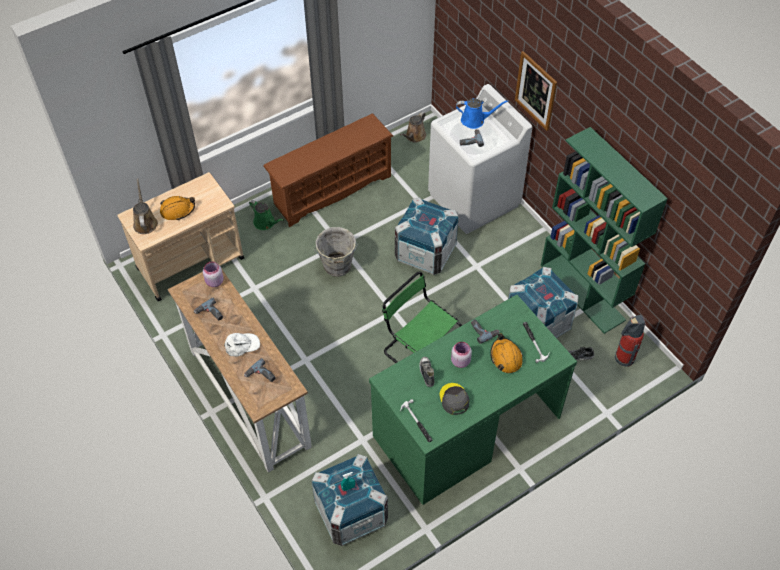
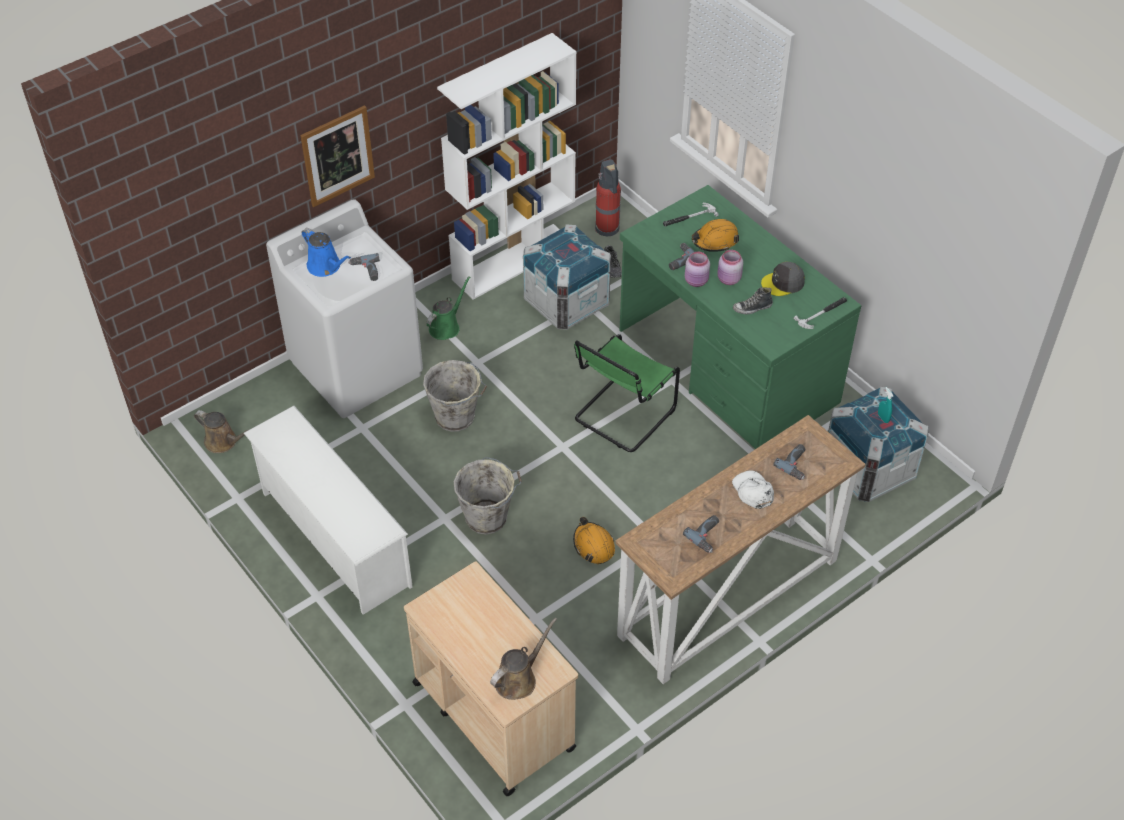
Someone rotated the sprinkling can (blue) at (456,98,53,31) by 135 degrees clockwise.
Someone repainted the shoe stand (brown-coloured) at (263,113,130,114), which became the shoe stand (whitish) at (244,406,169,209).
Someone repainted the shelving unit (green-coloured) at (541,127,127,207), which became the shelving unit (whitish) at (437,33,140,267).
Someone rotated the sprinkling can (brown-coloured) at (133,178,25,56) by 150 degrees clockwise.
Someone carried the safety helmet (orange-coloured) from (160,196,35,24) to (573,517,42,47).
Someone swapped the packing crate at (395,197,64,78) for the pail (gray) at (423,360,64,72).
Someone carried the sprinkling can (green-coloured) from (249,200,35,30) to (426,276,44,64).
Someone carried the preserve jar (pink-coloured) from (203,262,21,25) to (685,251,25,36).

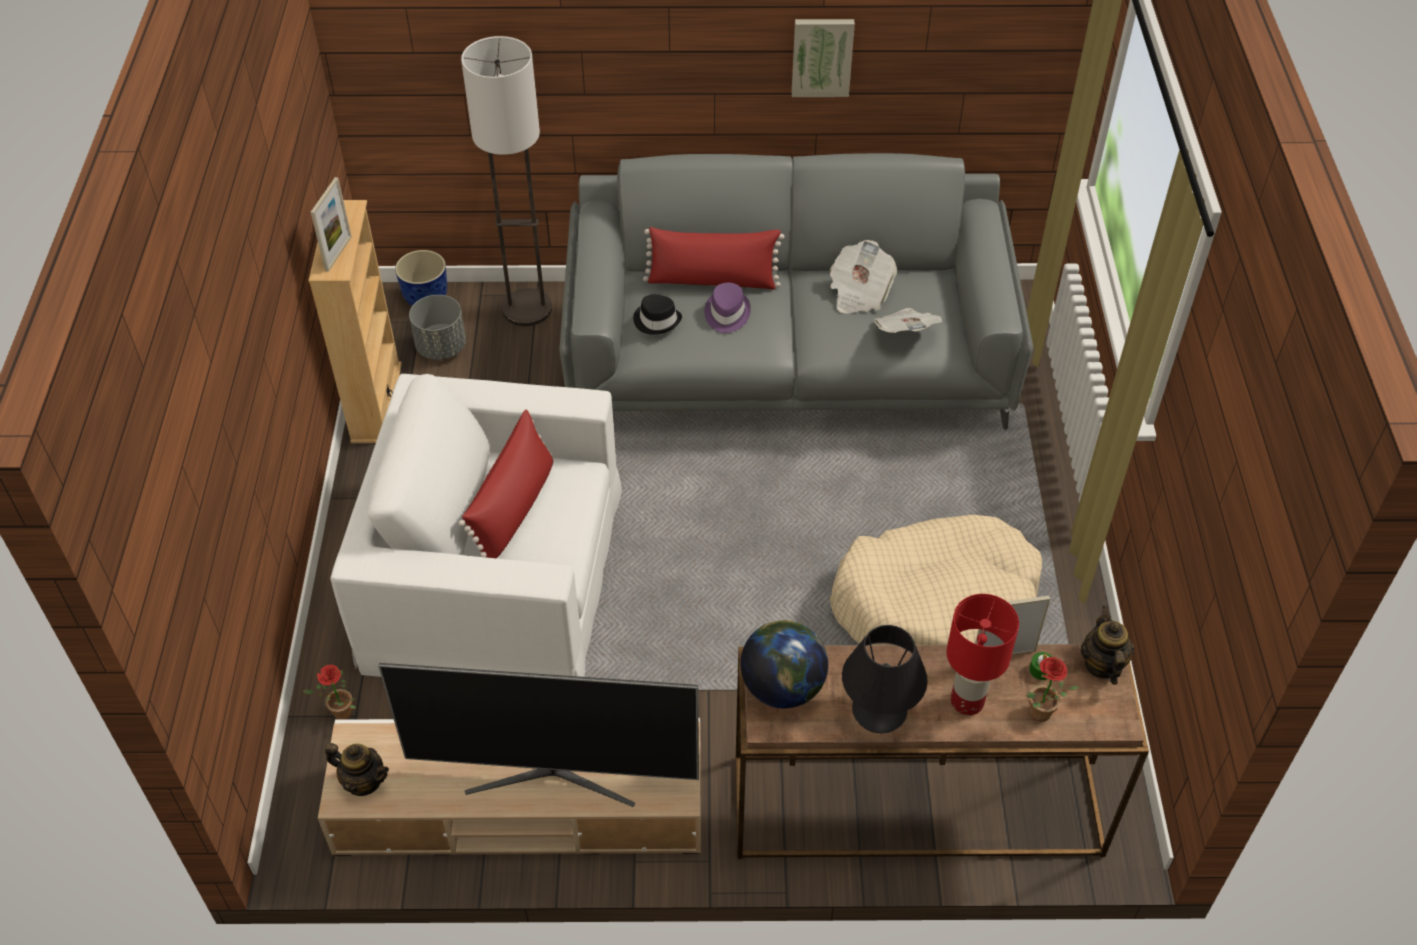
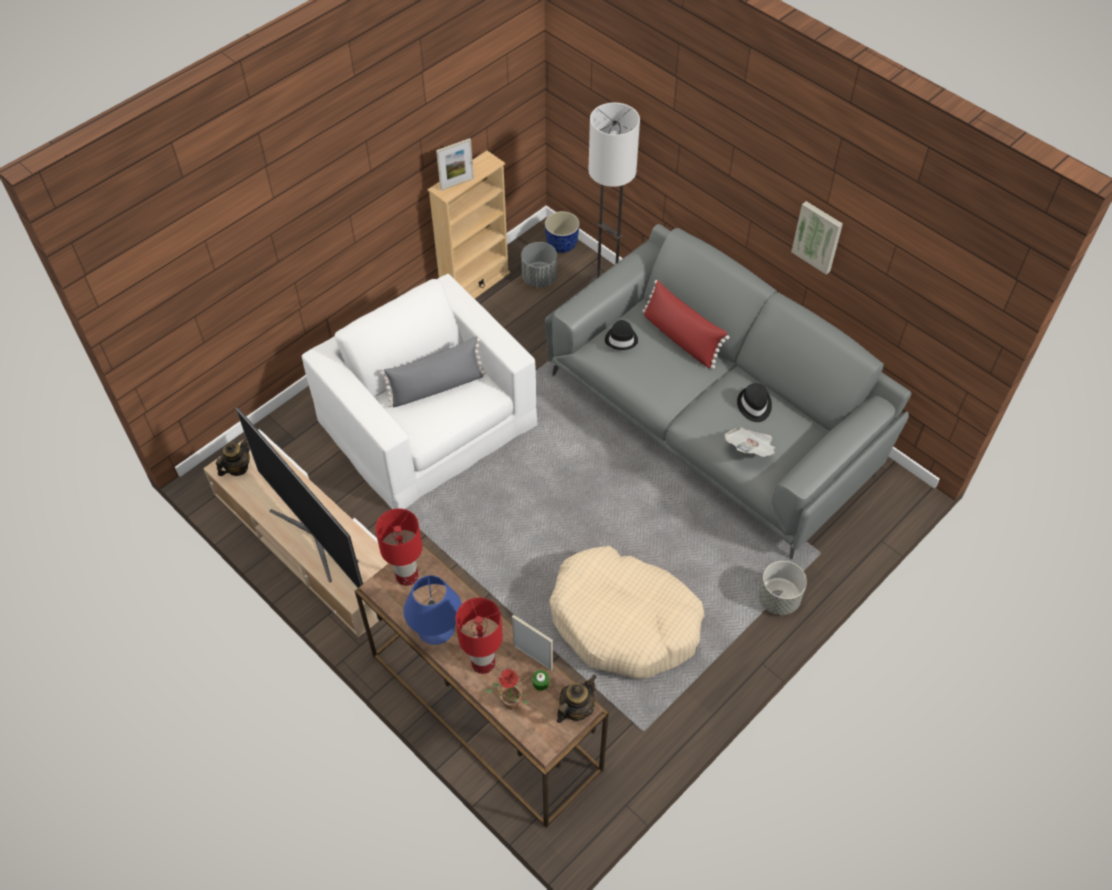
Someone swapped the newspaper at (829,240,68,73) for the wearable hat (black-coloured) at (737,383,35,39).
Someone took away the wearable hat (purple) at (705,283,46,50).
Someone repainted the pillow (reddish) at (459,410,94,148), which became the pillow (gray) at (381,336,105,71).
Someone swapped the globe at (740,620,88,88) for the table lamp (reddish) at (375,508,47,78).
Someone repainted the table lamp (black-coloured) at (842,625,86,108), which became the table lamp (blue) at (404,575,58,70).
Someone took away the potted plant at (302,665,54,55).
Someone rotated the tea pot at (325,743,64,53) by 120 degrees counterclockwise.
Someone put down the planter (gray) at (758,561,49,54).

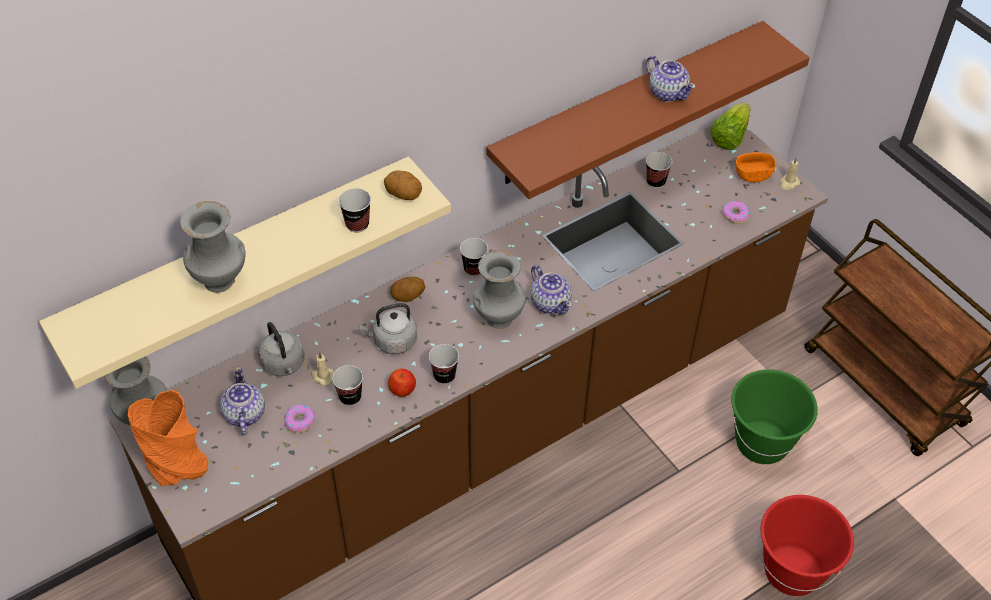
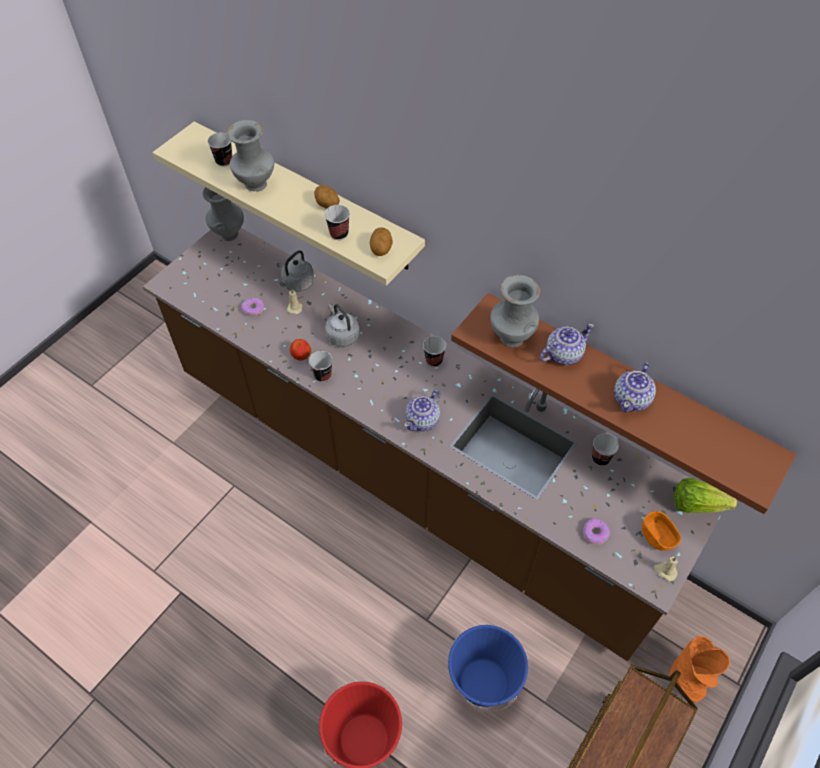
Someone carried the vase (gray) from (473,251,53,78) to (490,275,50,72).
Someone carried the potato from (390,277,35,25) to (314,185,26,23).
Someone carried the cup from (332,365,31,41) to (207,133,25,34).
Someone carried the tea pot from (220,367,45,68) to (540,324,54,41).
Someone repainted the pail (green-coloured) at (731,369,87,95), which became the pail (blue) at (448,625,80,87).
Someone carried the vase (orange-coloured) from (128,390,80,96) to (669,635,61,67).

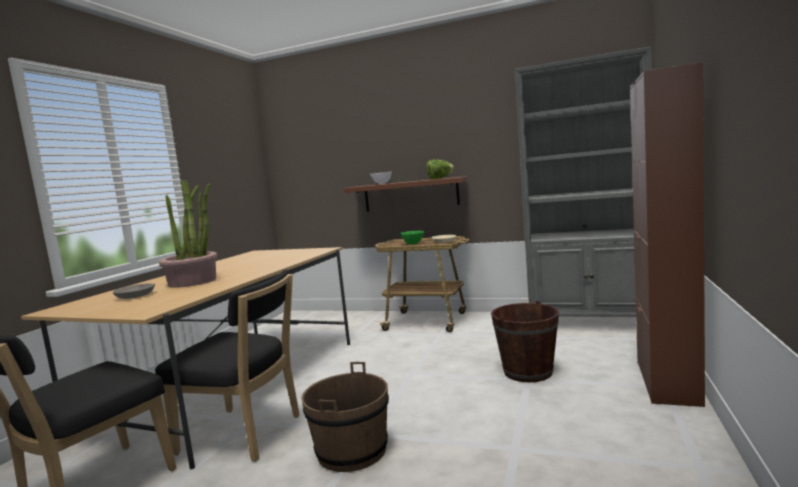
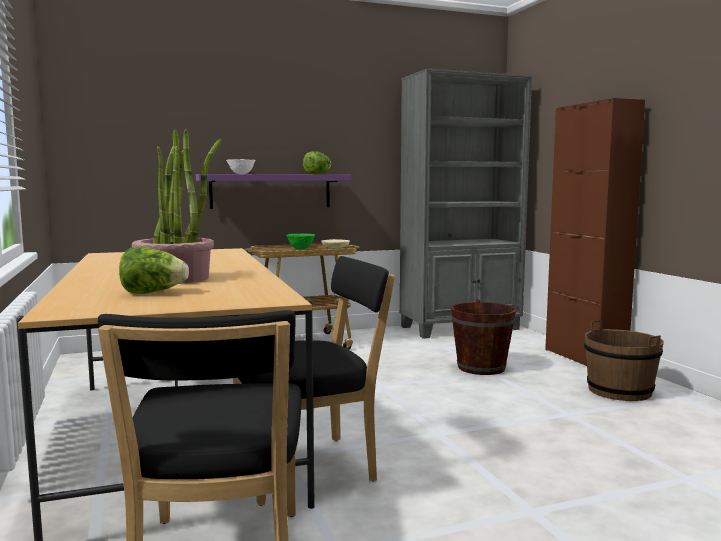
Someone repainted the shelf (brown-coloured) at (344,176,124,36), which became the shelf (purple) at (196,174,155,35).
Someone swapped the bowl (gray) at (113,283,42,16) for the lettuce head at (119,247,70,47).
Someone carried the pail (brown-coloured) from (301,362,88,110) to (584,320,80,81).

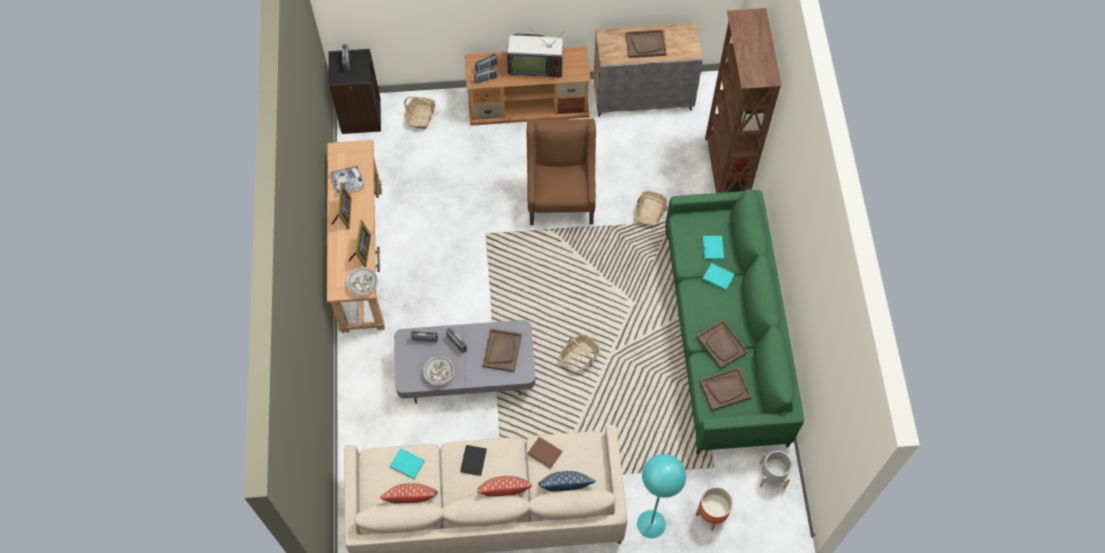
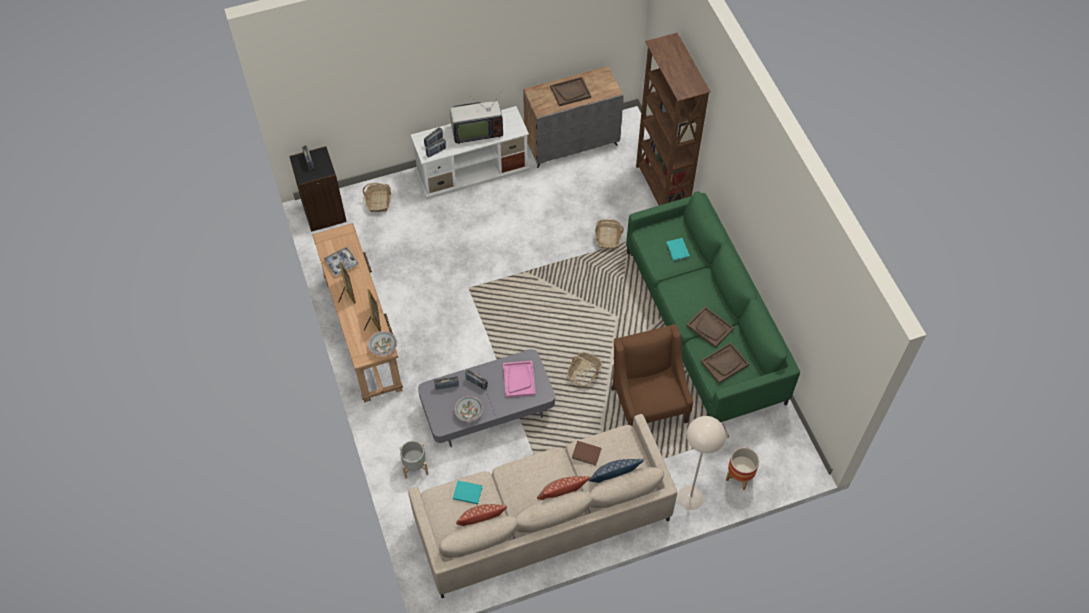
Someone repainted the tv unit (brown-coloured) at (465,46,126,80), which became the tv unit (whitish) at (411,106,119,94).
Someone carried the lounge chair (brown-coloured) from (527,119,69,106) to (611,324,82,103).
Someone took away the book (blue-green) at (703,263,32,28).
Someone repainted the serving tray (brown-coloured) at (482,329,40,43), which became the serving tray (pink-coloured) at (503,361,33,37).
Someone took away the book (black-coloured) at (460,445,27,31).
Someone carried the planter (gray) from (759,451,33,38) to (399,441,29,38).
Someone repainted the standing lamp (blue-green) at (637,454,49,85), which became the standing lamp (sand-coloured) at (677,416,49,94).

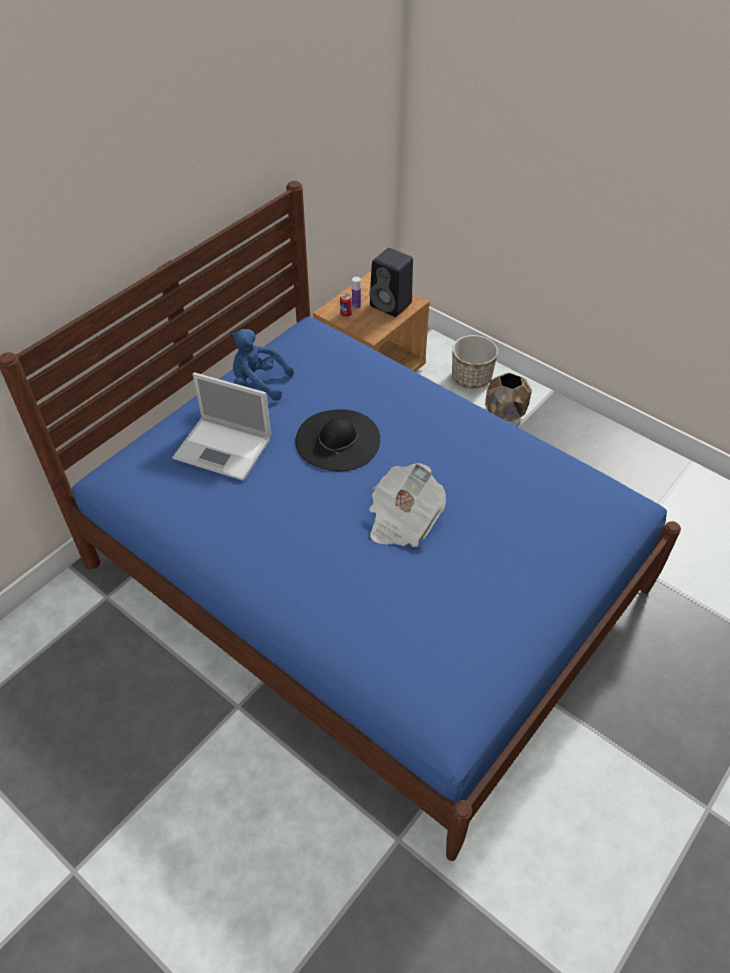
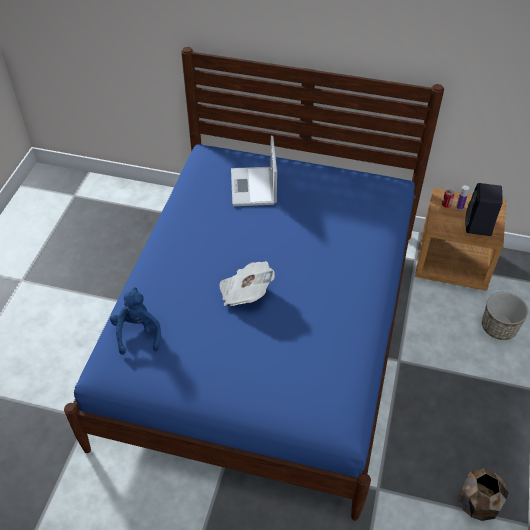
Someone carried the cuddly toy (blue) from (232,329,62,72) to (110,287,51,68).
Someone carried the planter (brown-coloured) from (485,373,47,49) to (458,469,50,52).
Someone took away the wearable hat (black-coloured) at (295,409,85,62).

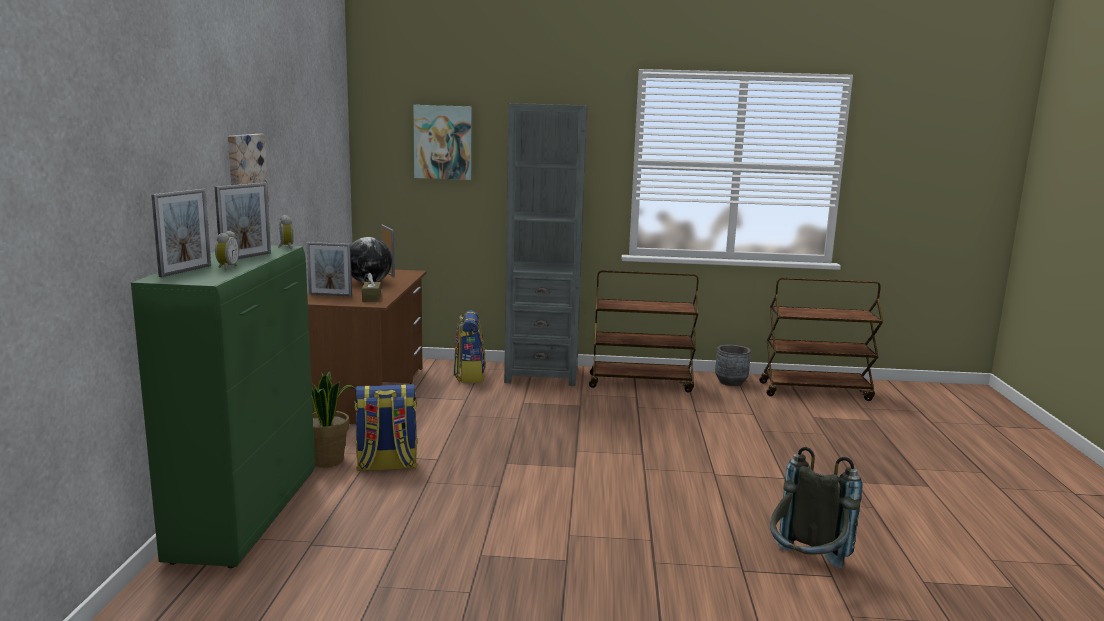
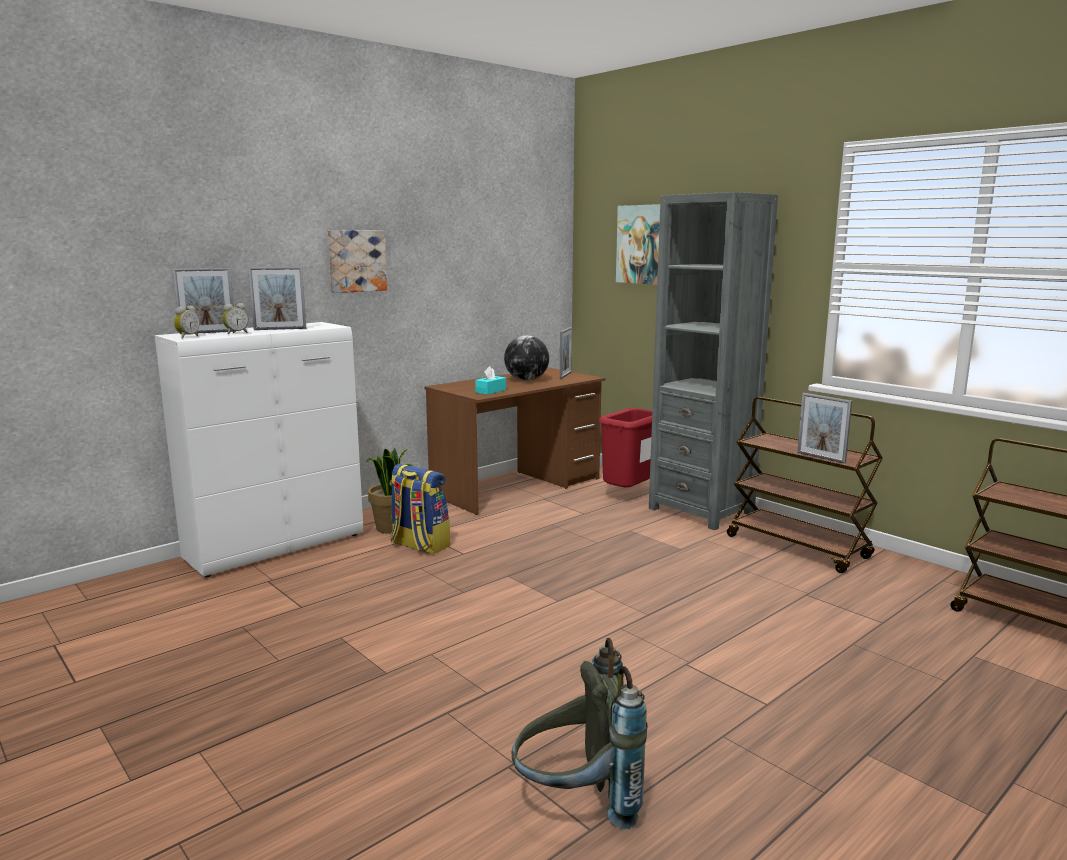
Someone carried the bedside clock from (278,215,15,34) to (174,305,26,34).
Someone carried the picture frame from (307,242,45,55) to (797,393,55,71).
Someone repainted the storage cabinet (green-coloured) at (131,245,184,323), which became the storage cabinet (whitish) at (155,322,208,255).
Someone repainted the tissue holder (brown-coloured) at (362,272,19,30), which became the tissue holder (blue-green) at (475,366,31,29).
Someone swapped the backpack at (453,311,32,72) for the trash can (reddish) at (599,408,53,79).
Someone took away the planter (gray) at (715,345,36,41).

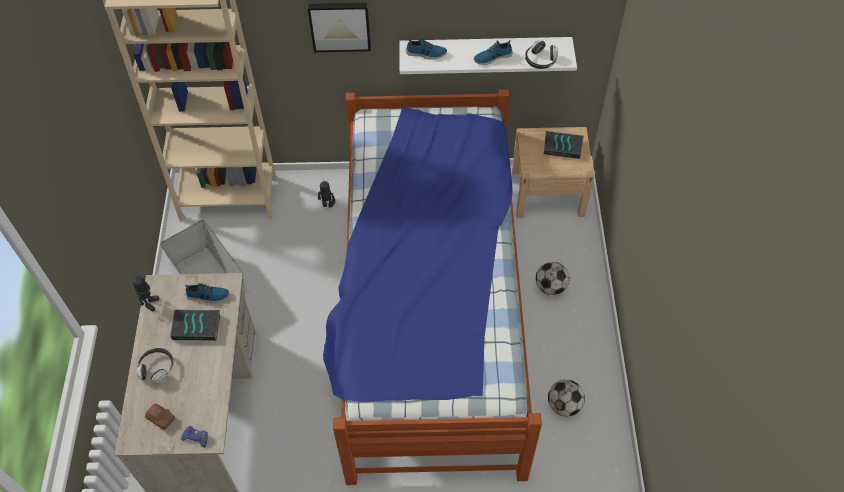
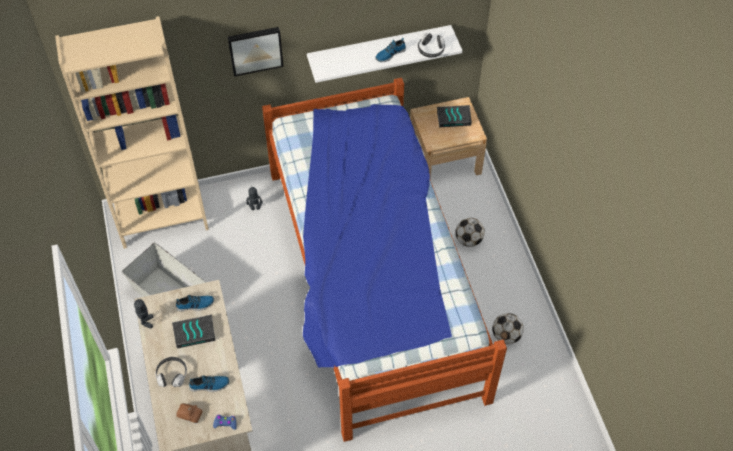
Someone carried the item of footwear from (406,37,41,23) to (189,375,40,17).

